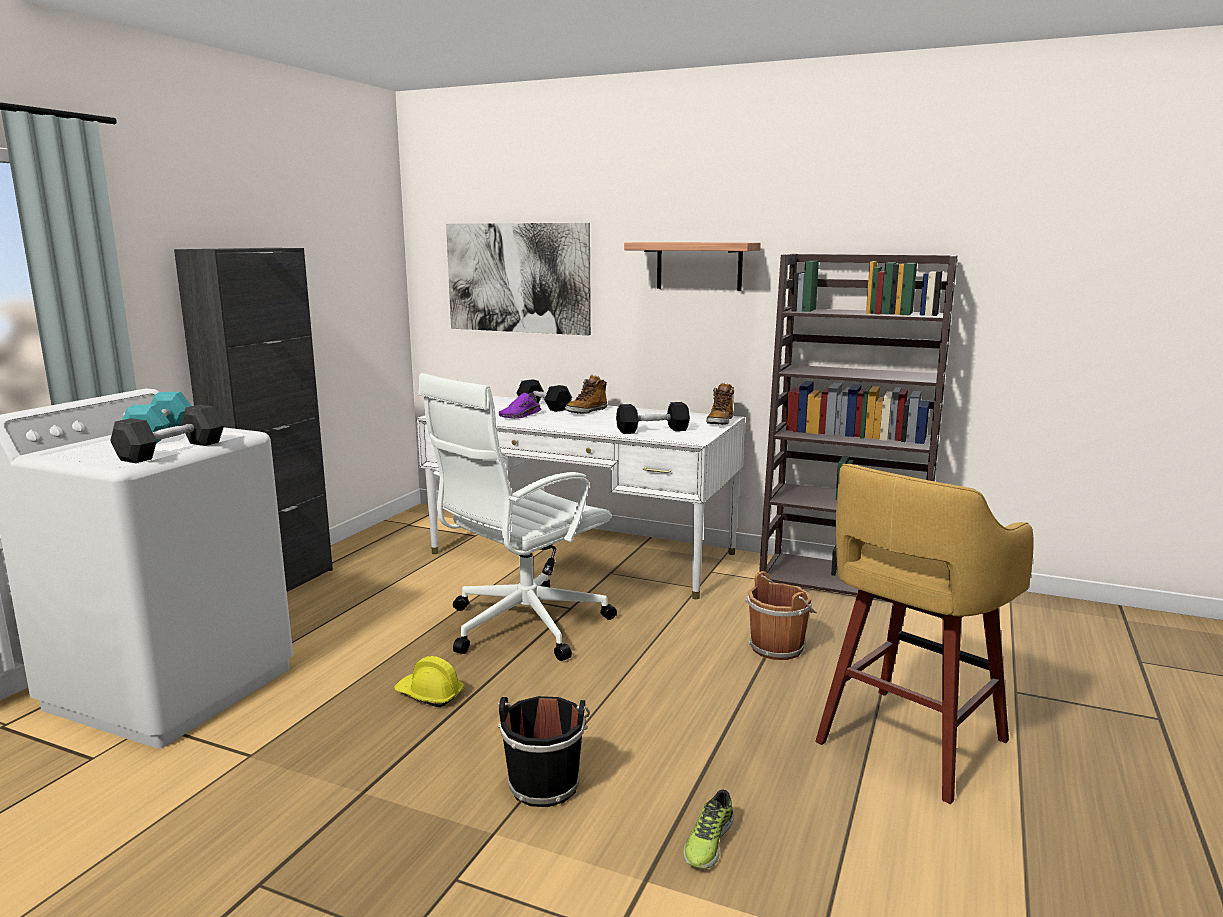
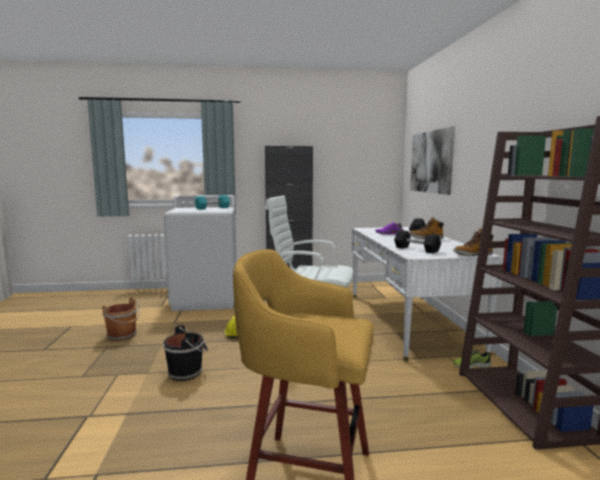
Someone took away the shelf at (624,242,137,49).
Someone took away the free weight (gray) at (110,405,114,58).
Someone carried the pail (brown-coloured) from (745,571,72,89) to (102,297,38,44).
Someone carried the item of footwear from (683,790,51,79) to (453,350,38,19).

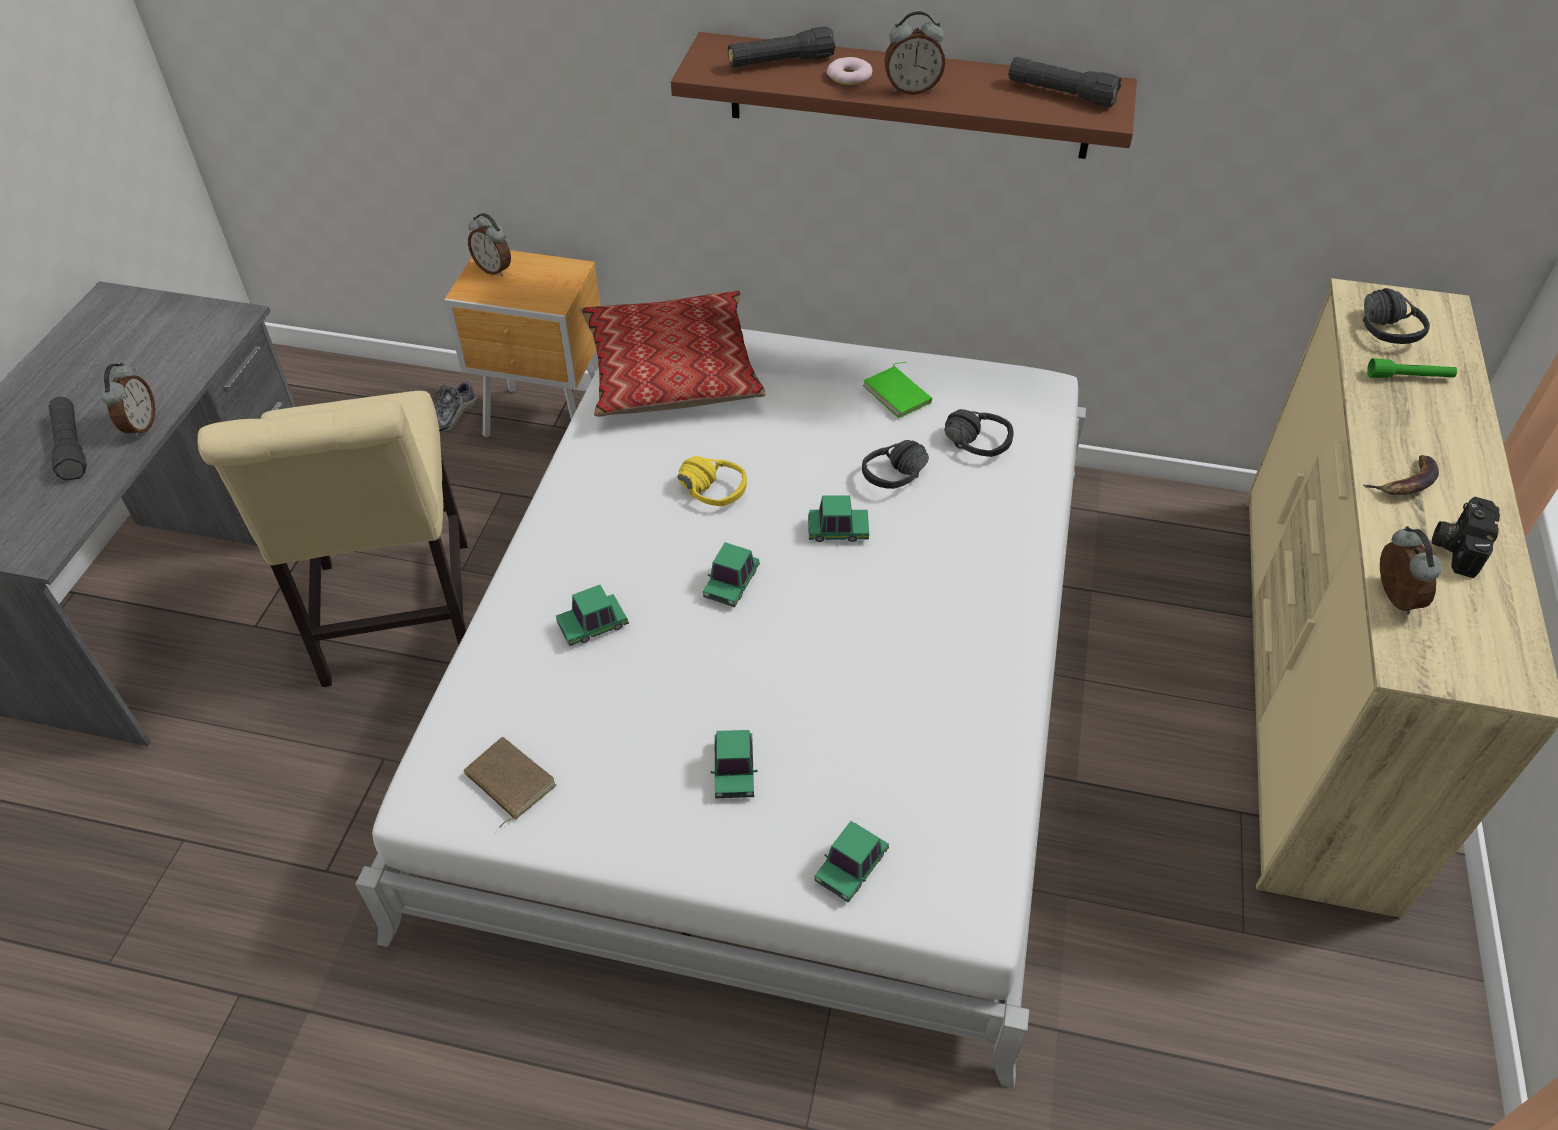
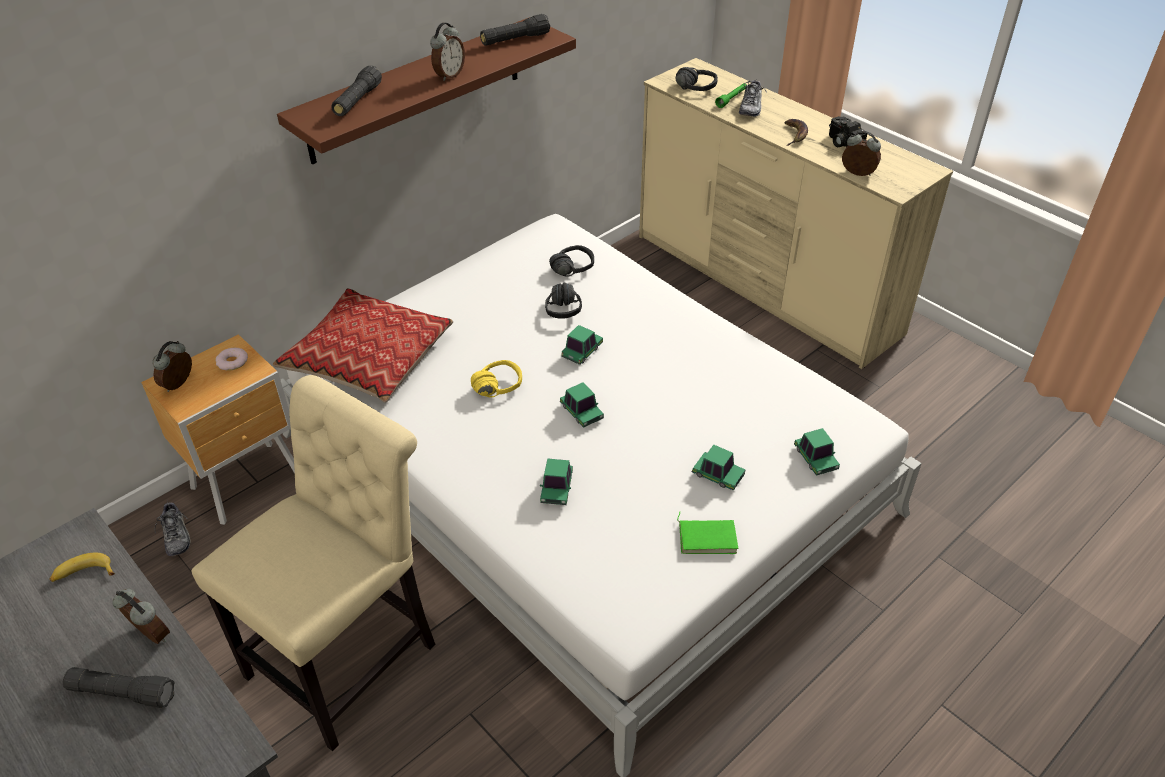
Someone carried the ring doughnut from (827,57,46,28) to (215,348,33,22).
Someone rotated the bedside clock at (468,213,43,63) by 135 degrees clockwise.
Someone carried the book (green-coloured) from (863,362,69,56) to (677,511,61,43).
Someone rotated the chair (sand-coloured) at (197,391,270,296) by 75 degrees counterclockwise.
Someone took away the book (brown-coloured) at (463,737,93,90).
Someone put down the item of footwear at (738,78,29,39).
Someone put down the whole banana at (49,553,66,29).

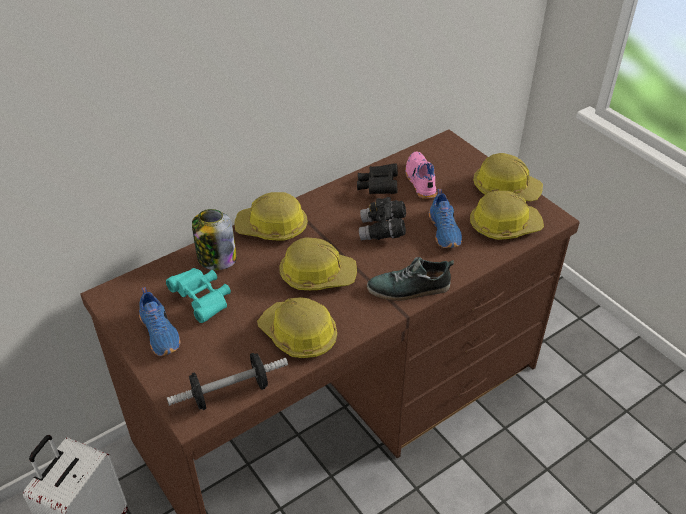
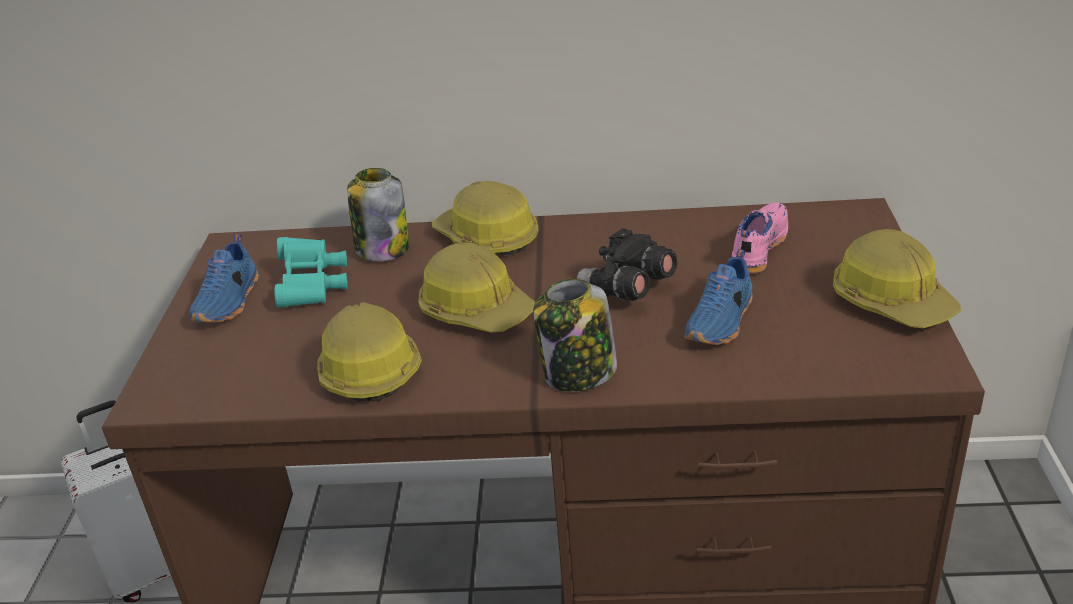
Someone took away the field glasses (black-coloured) at (357,164,41,30).
Someone took away the safety helmet at (470,191,74,49).
Someone swapped the item of footwear at (367,257,87,44) for the preserve jar at (533,279,84,113).
Someone took away the free weight at (167,353,121,57).

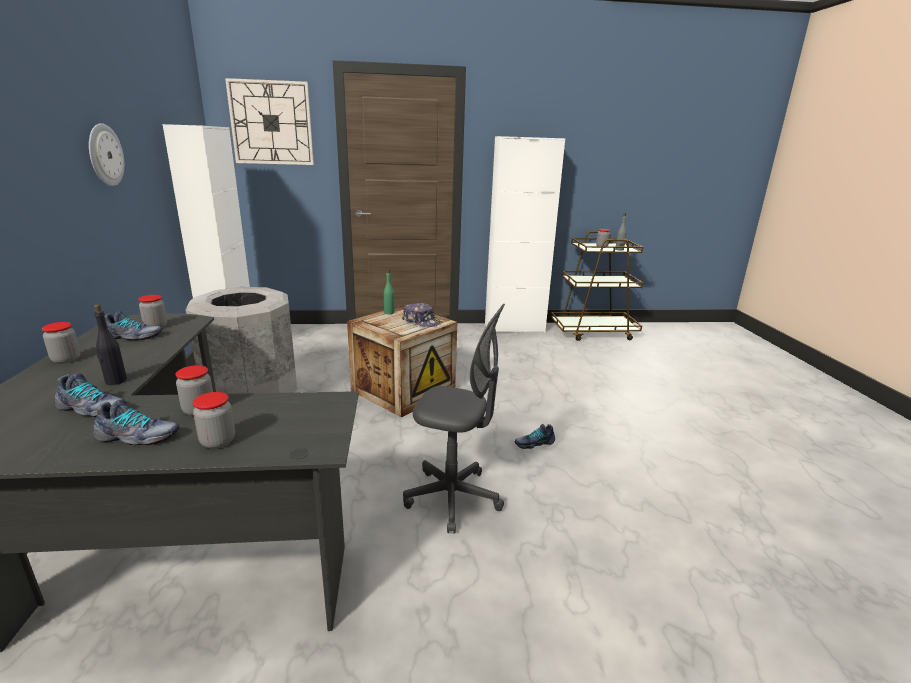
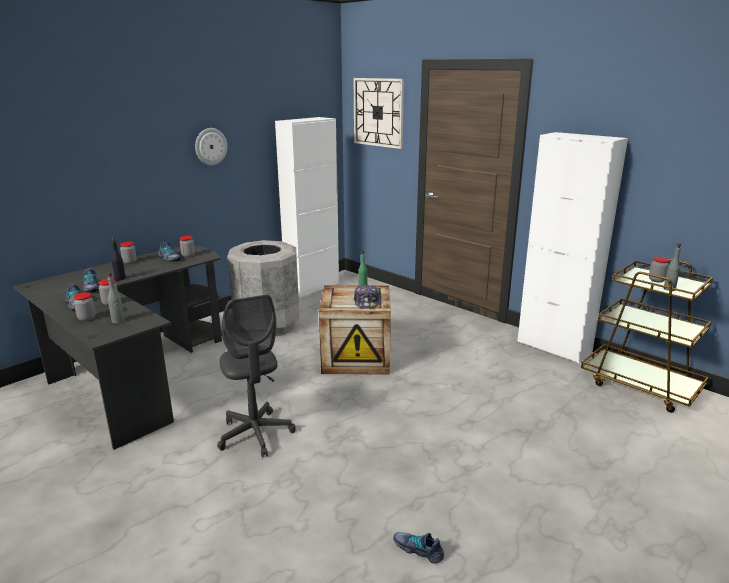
Someone carried the item of footwear from (514,424,41,25) to (393,532,51,32).
Someone put down the drink bottle (gray) at (108,272,17,51).

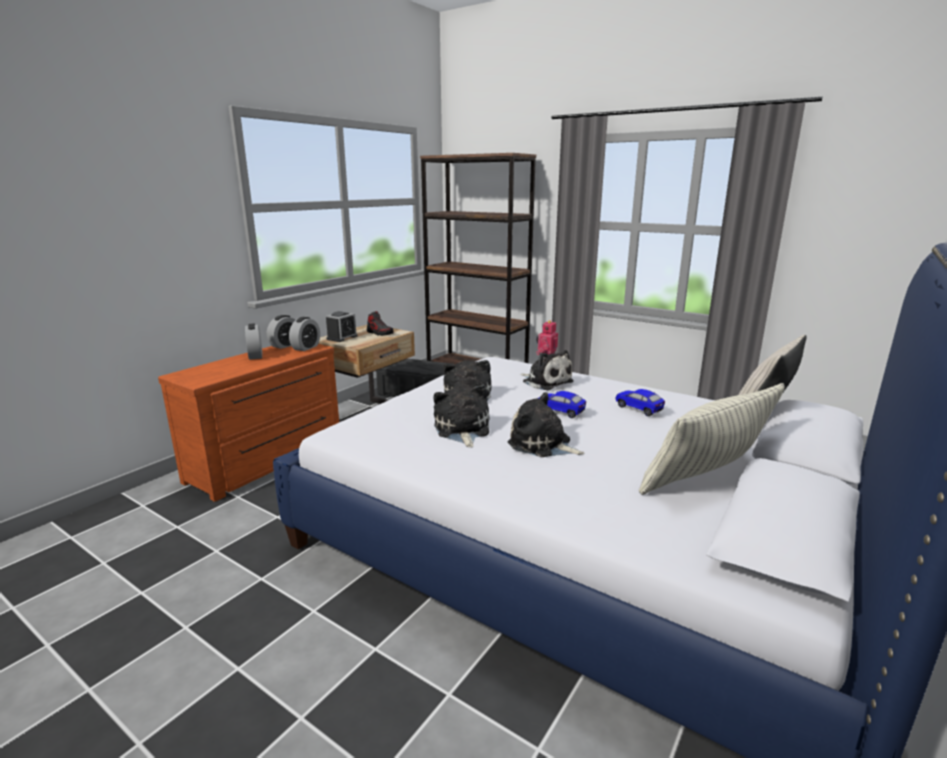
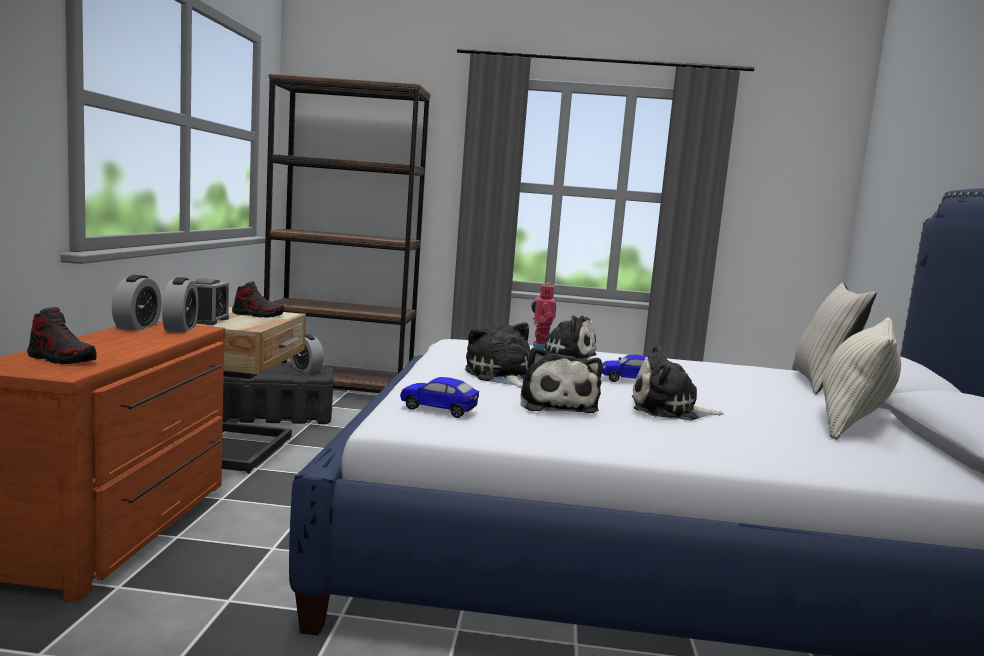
Someone carried the bedside clock from (245,323,17,37) to (290,334,34,39).
Someone rotated the cuddly toy at (433,385,56,63) by 150 degrees counterclockwise.
Someone carried the toy car from (615,389,50,28) to (400,377,79,41).
Someone put down the item of footwear at (27,307,69,57).

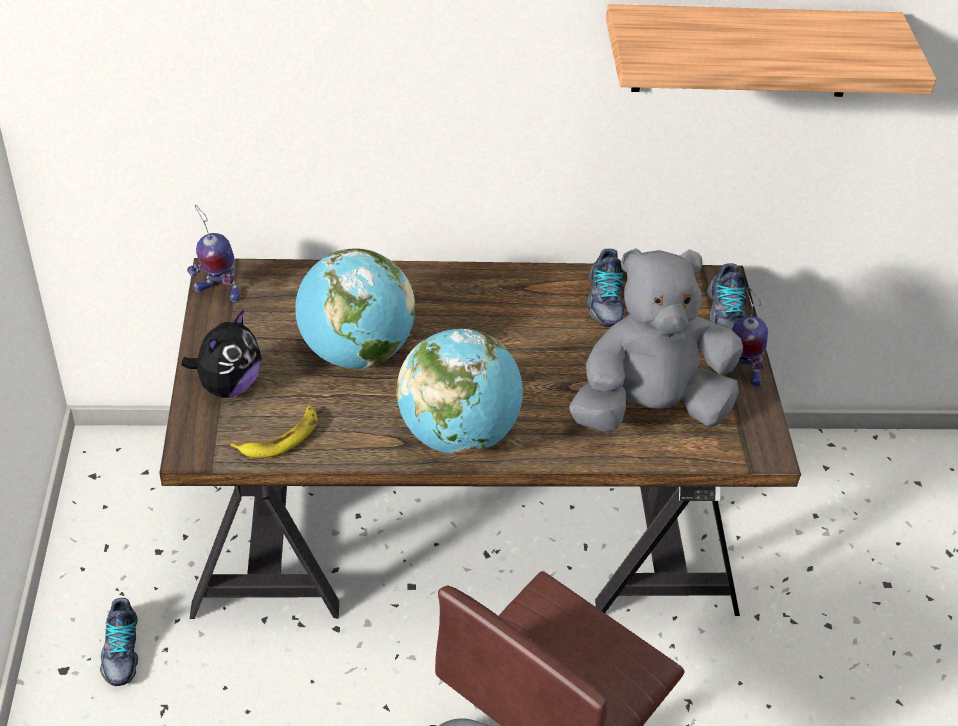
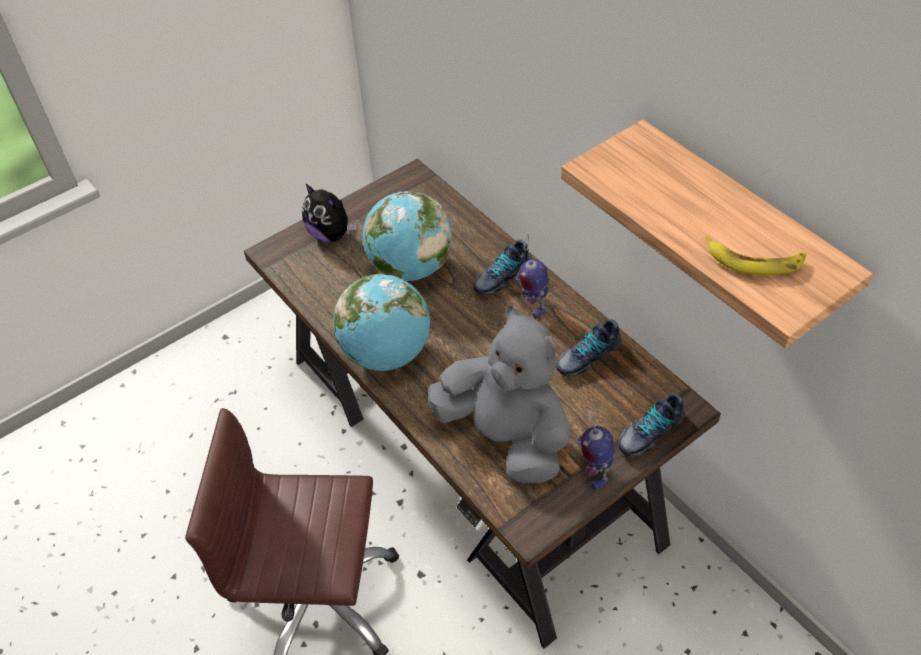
Someone carried the toy robot from (187,205,53,97) to (515,234,34,84).
Someone rotated the cuddly toy at (181,309,80,89) by 45 degrees clockwise.
Someone carried the whole banana from (231,406,87,52) to (706,235,100,40).
Someone carried the item of footwear from (100,598,38,88) to (473,239,59,56).

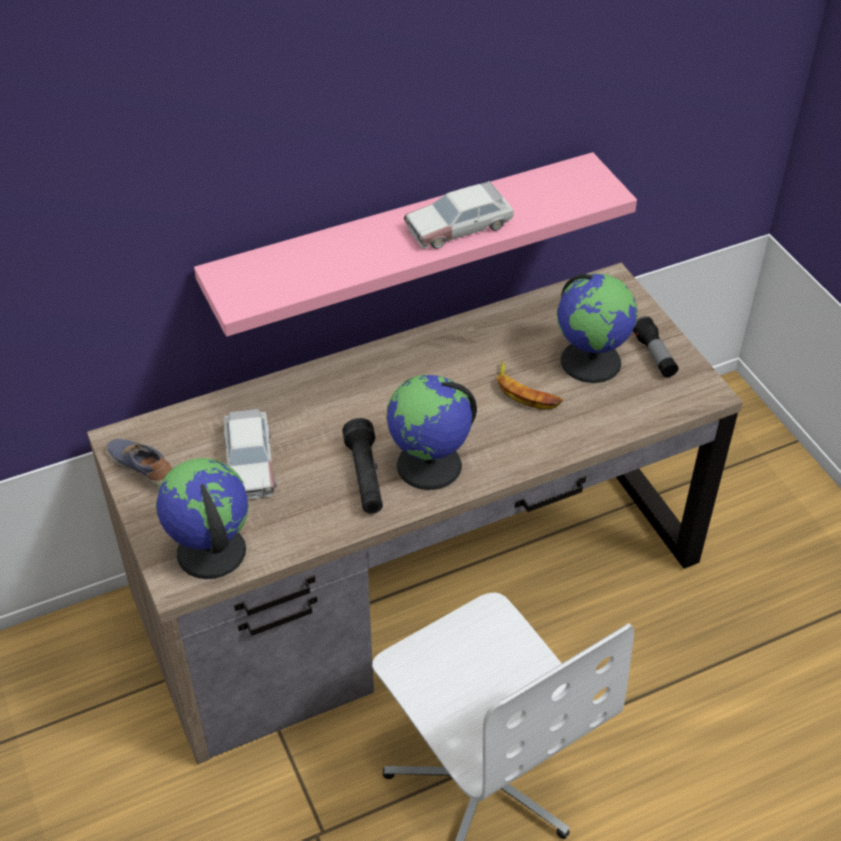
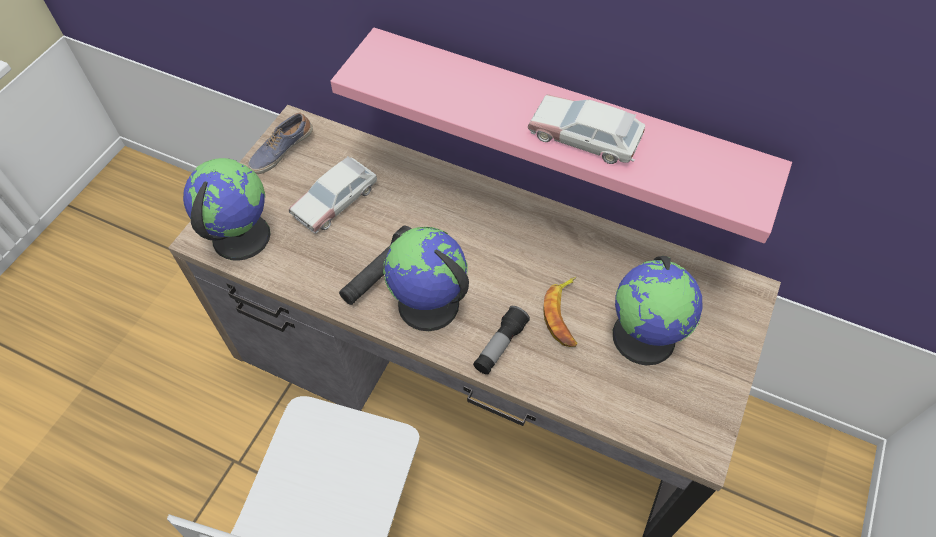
Someone carried the torch from (633,316,46,61) to (473,306,57,69).
Someone rotated the item of footwear at (105,439,68,48) by 135 degrees counterclockwise.

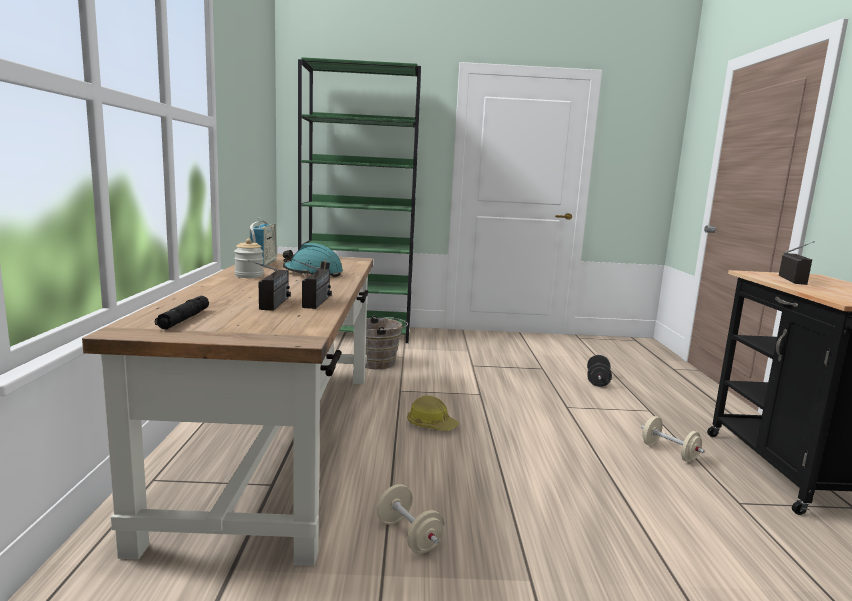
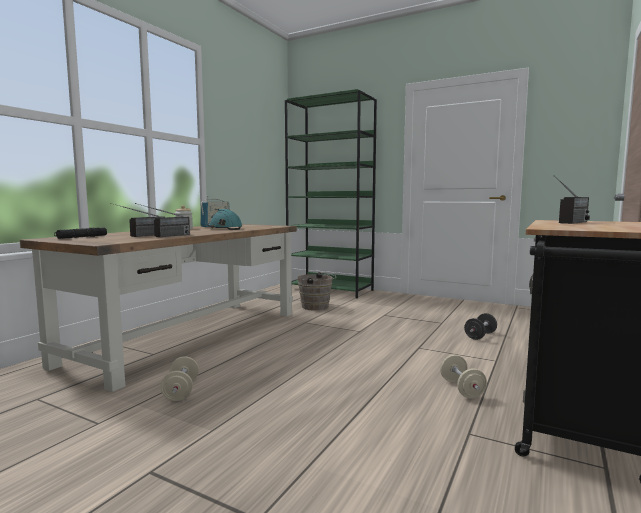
Someone took away the safety helmet at (407,395,52,36).

